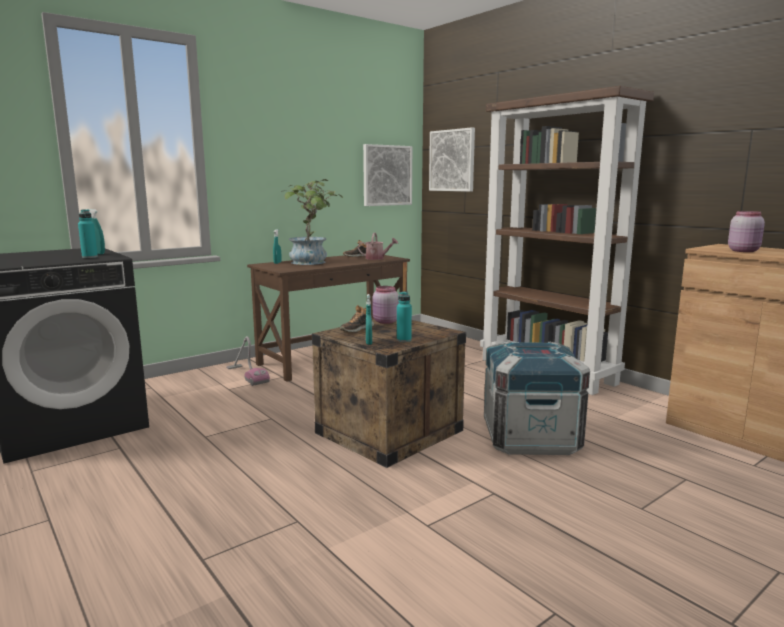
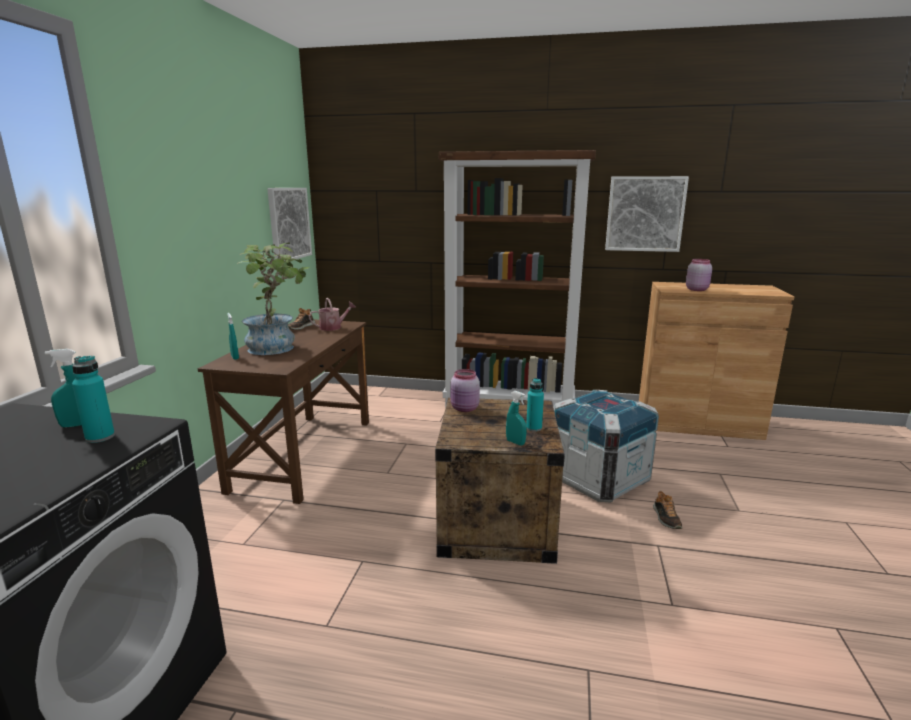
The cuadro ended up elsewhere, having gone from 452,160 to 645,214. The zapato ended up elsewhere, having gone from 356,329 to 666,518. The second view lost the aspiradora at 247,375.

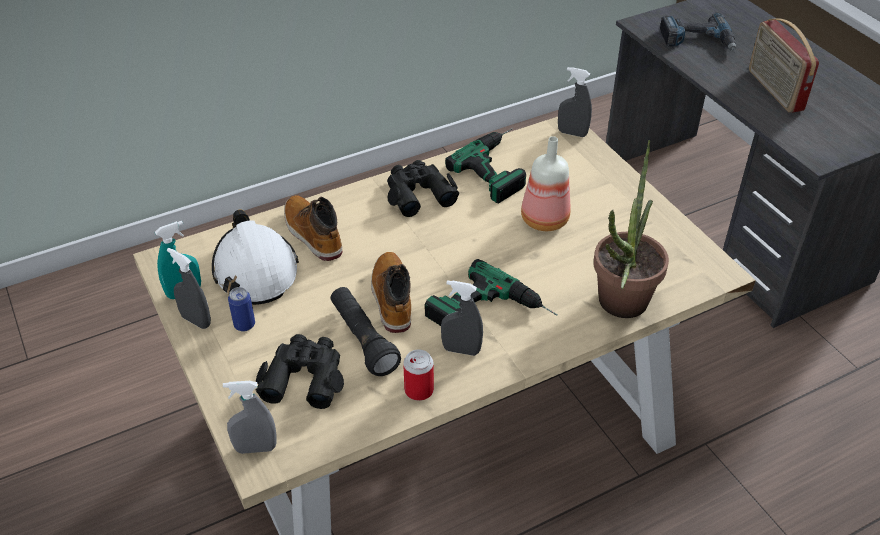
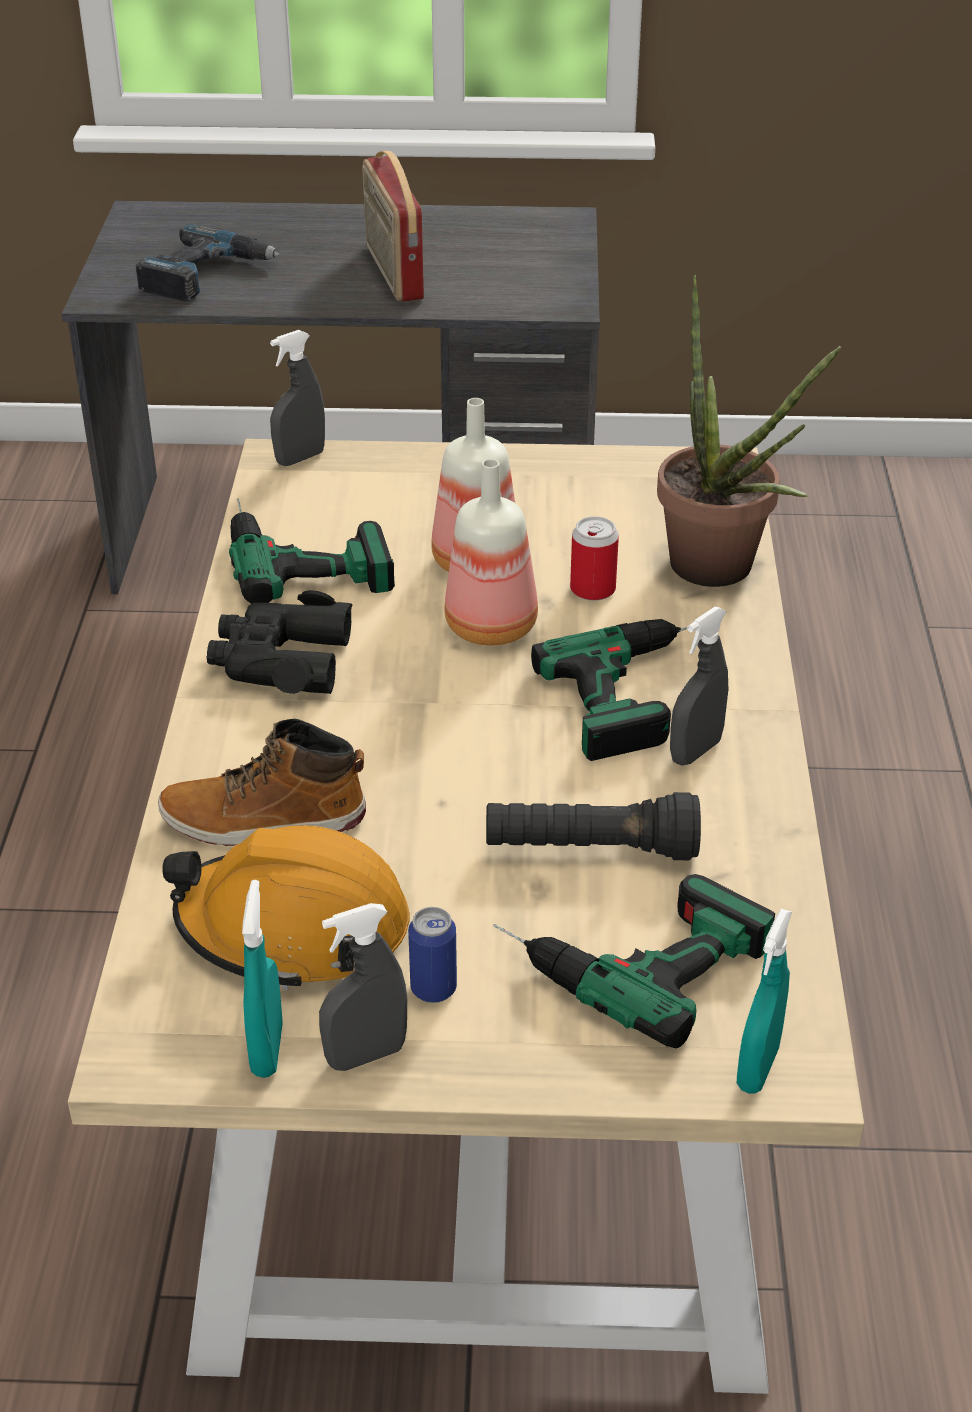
What was the casco (blanco) at 255,270 turned into the casco (naranja) at 293,927. The radio at 774,90 ended up facing another way, 60 degrees clockwise from before. The second view gained the botella at 492,625. Where the prismáticos (negro) stood at 304,377, the taladro came to stand at 627,950. The lata ended up elsewhere, having gone from 419,390 to 592,589. What was the pulverizador (gris) at 255,448 turned into the pulverizador (turquesa) at 757,1068. The second view lost the bota at 391,298.

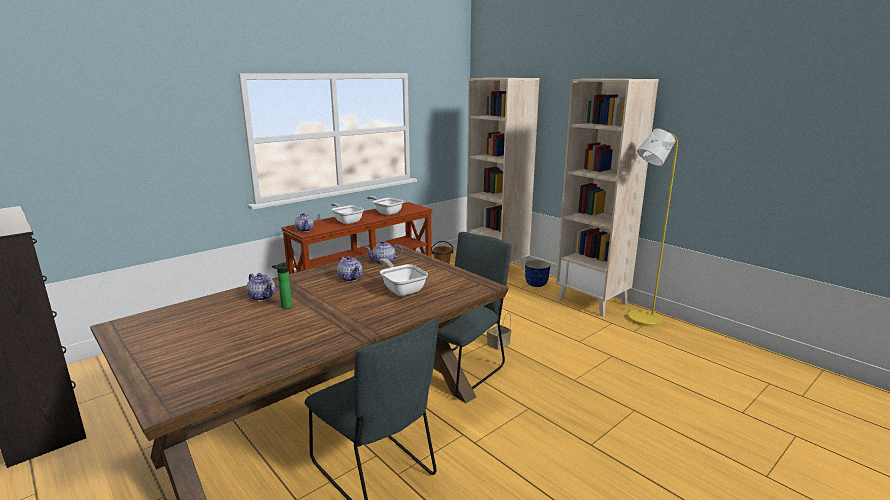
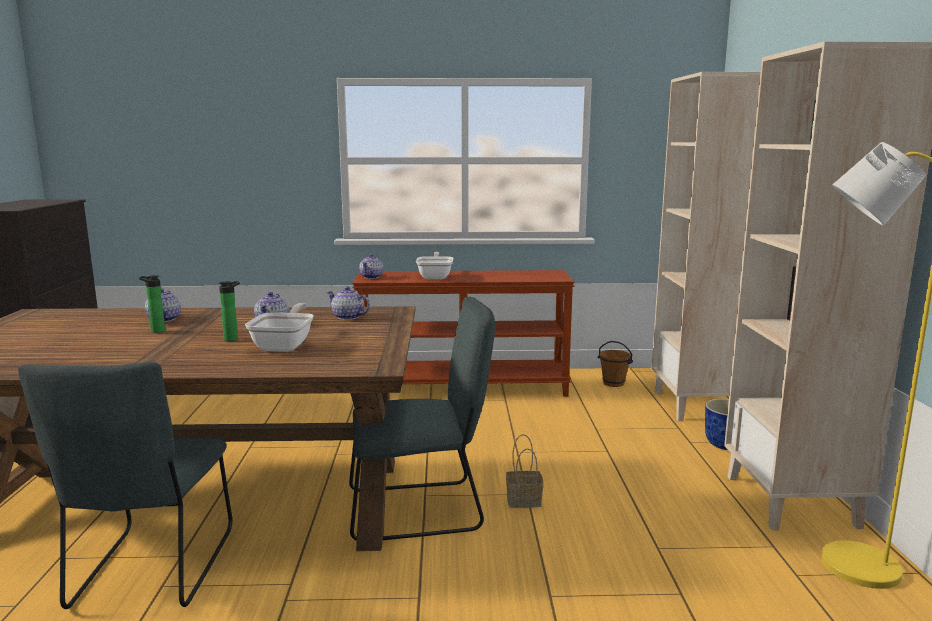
The second view gained the botella at 233,339. The second view lost the sartén at 386,212.

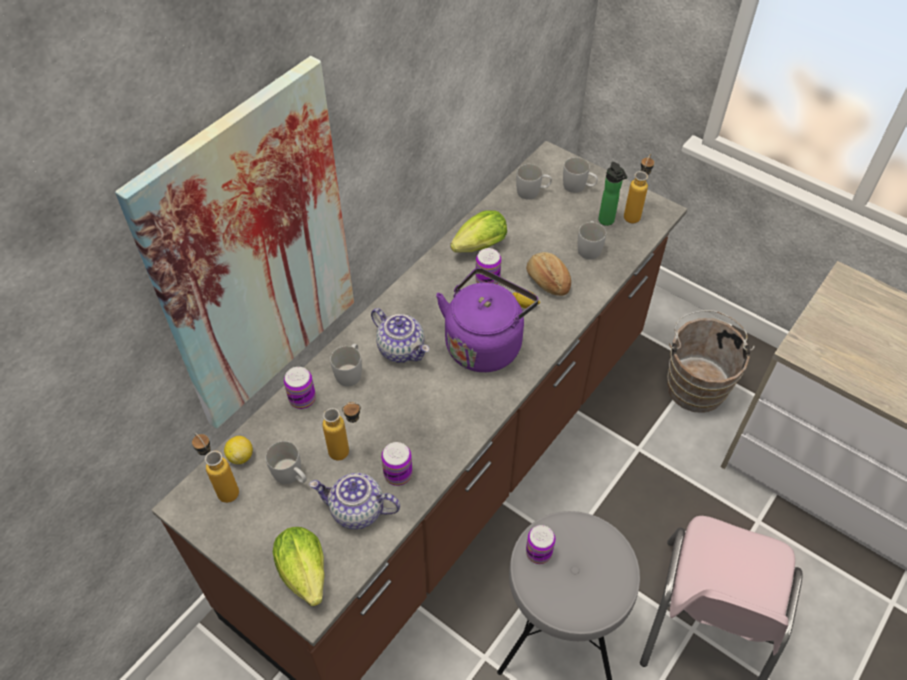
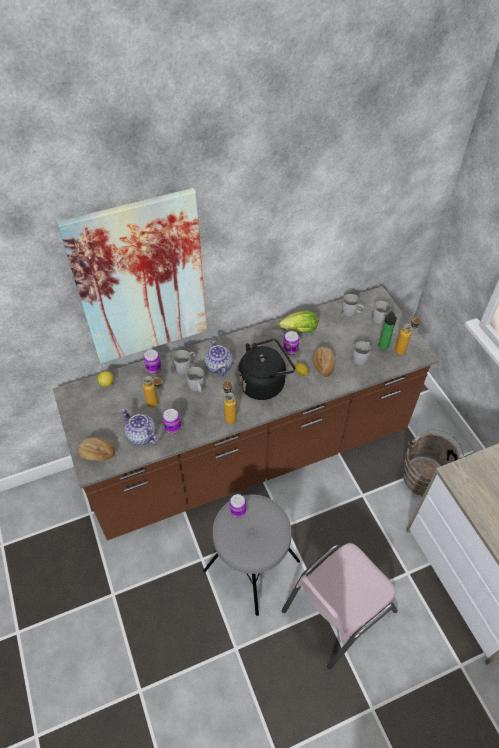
Where the lechuga stood at 306,577, the pan came to stand at 97,454. The taza grande (blanco) ended up elsewhere, having gone from 291,476 to 197,387. The botella ended up elsewhere, having gone from 223,488 to 229,415. What was the hervidor (morado) at 485,343 turned into the hervidor (negro) at 264,383.

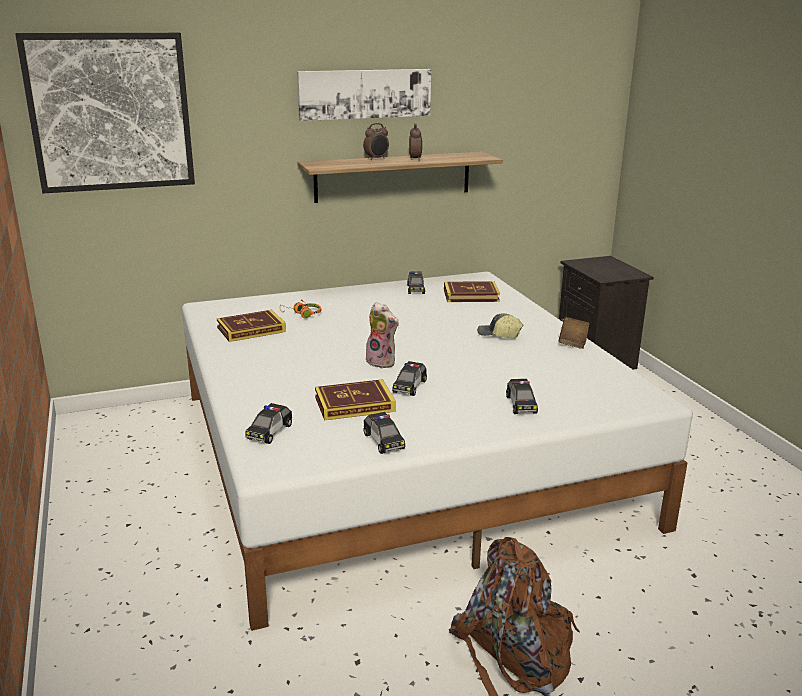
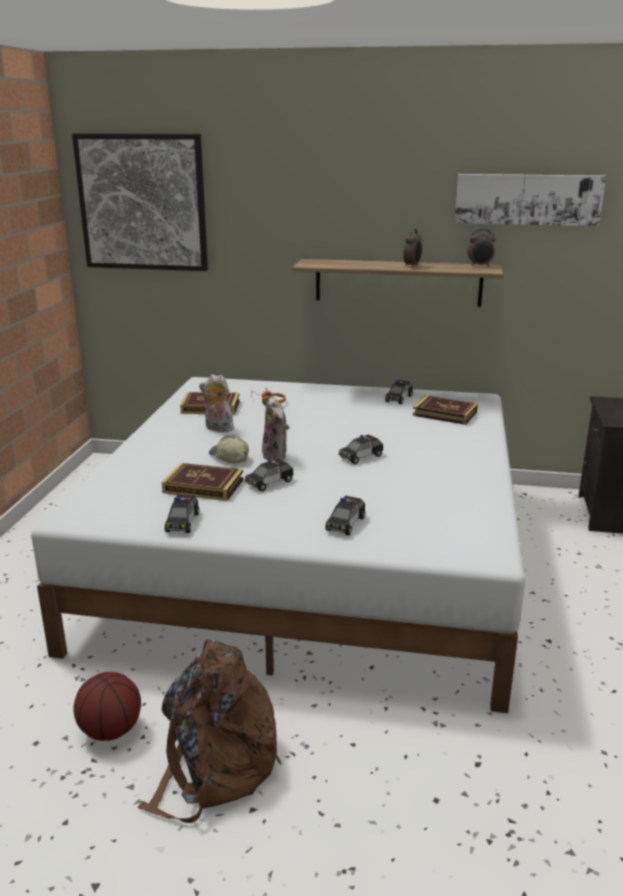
The second view gained the balón de baloncesto at 111,730. The second view gained the peluche at 217,429. The gorra ended up elsewhere, having gone from 498,335 to 228,457. The coche de juguete ended up elsewhere, having gone from 270,432 to 361,457. The cuadro ended up elsewhere, having gone from 364,94 to 527,199. The despertador ended up elsewhere, having gone from 376,159 to 480,266. The second view lost the libro (marrón) at 573,341.

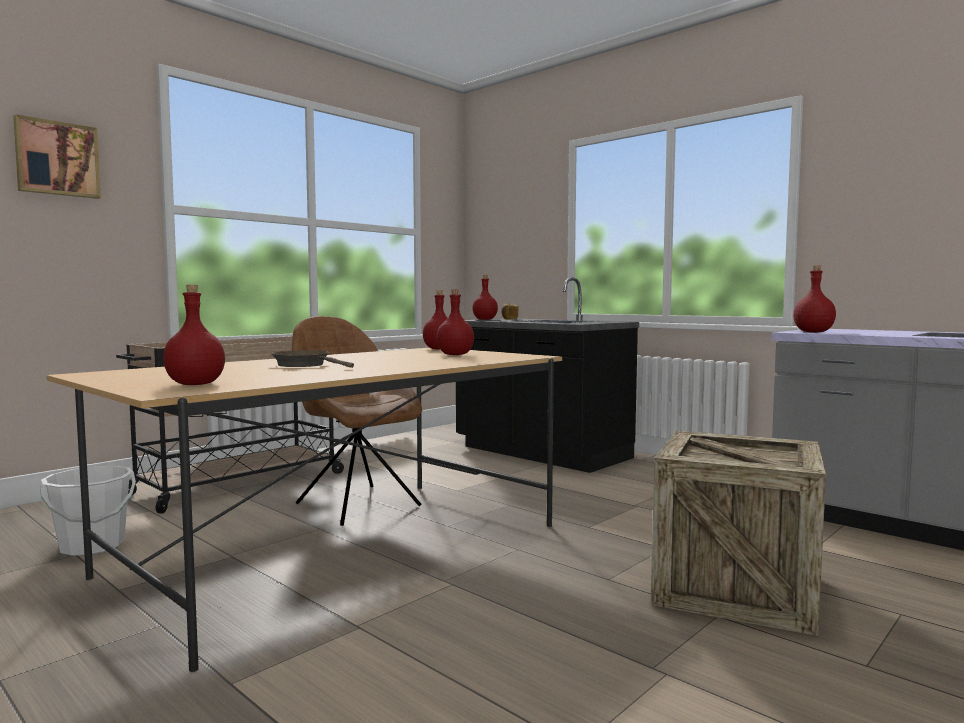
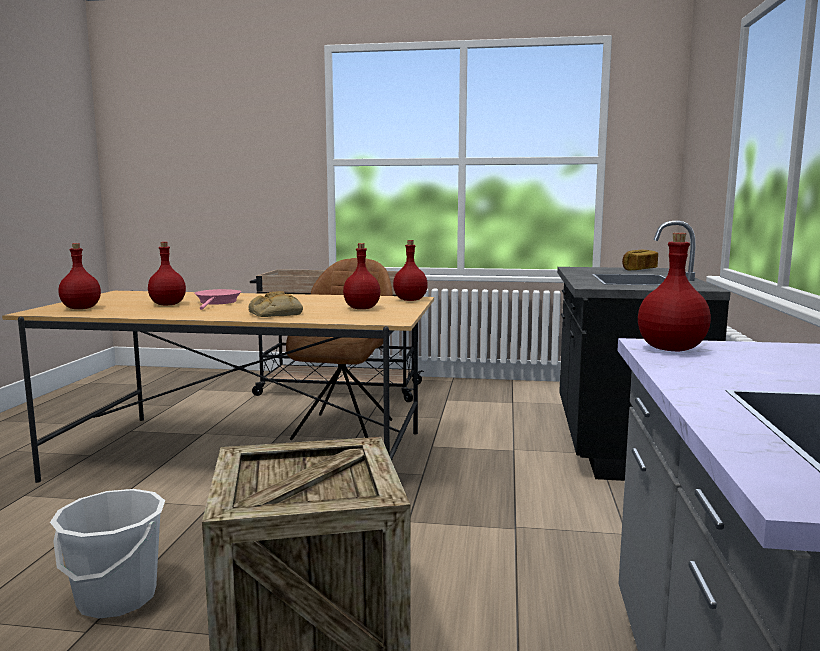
The cubo (blanco) ended up elsewhere, having gone from 92,546 to 116,598. The botella (rojo) ended up elsewhere, having gone from 485,319 to 167,305. What was the sartén (marrón) at 305,365 turned into the sartén (rosa) at 217,302. The second view gained the pan at 275,314. The second view lost the cuadro at 57,159.

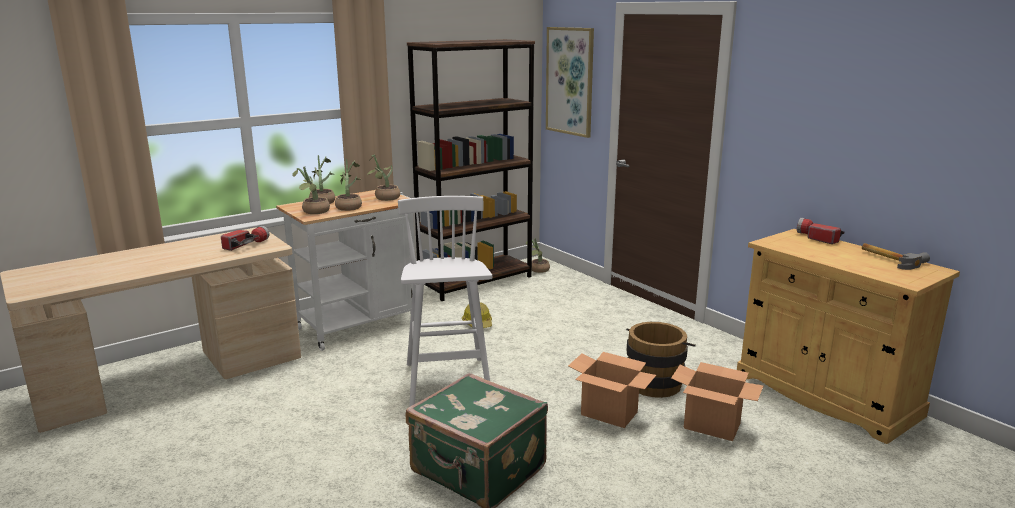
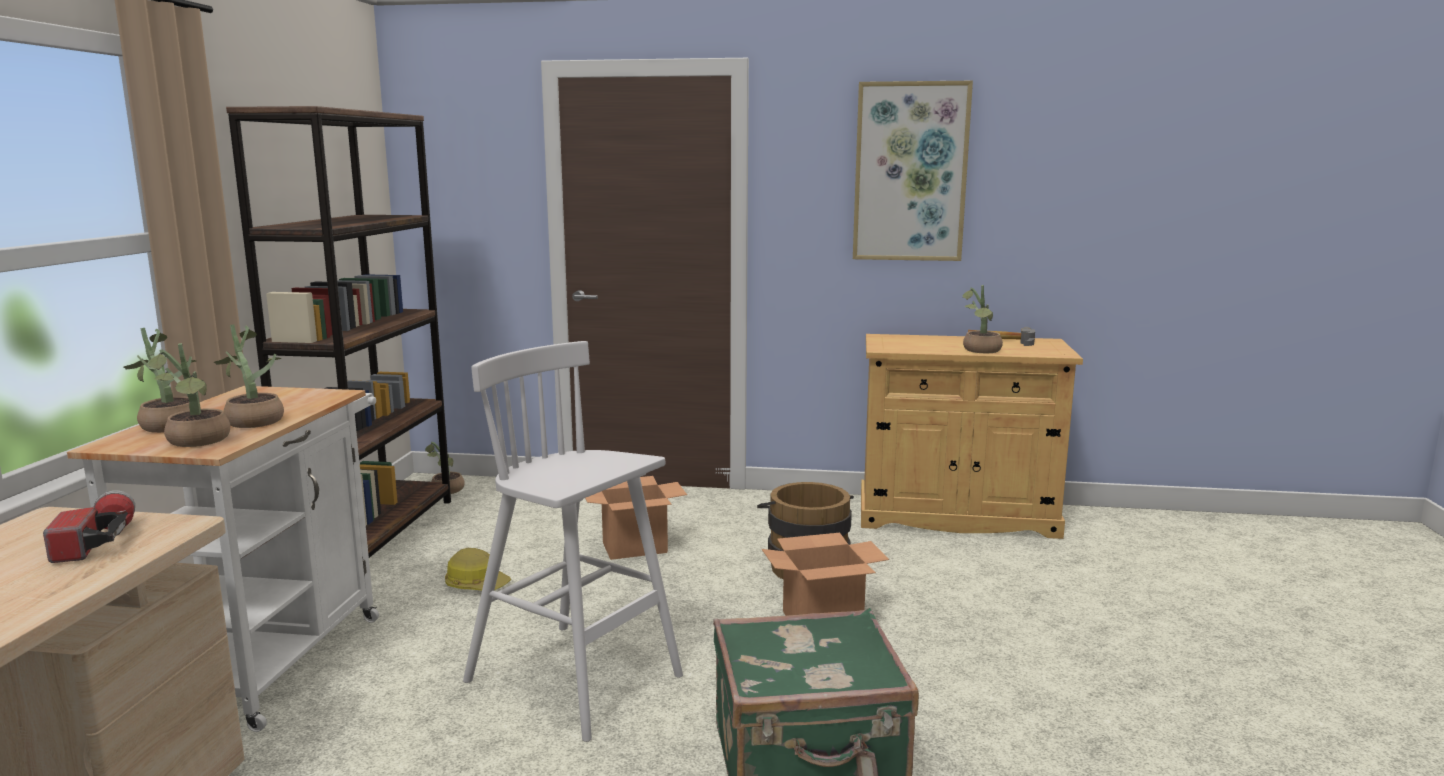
The caja de cartón ended up elsewhere, having gone from 712,426 to 635,547. The cuadro ended up elsewhere, having gone from 570,81 to 910,172. The planta en maceta ended up elsewhere, having gone from 384,198 to 980,351. The second view lost the linterna at 816,238.

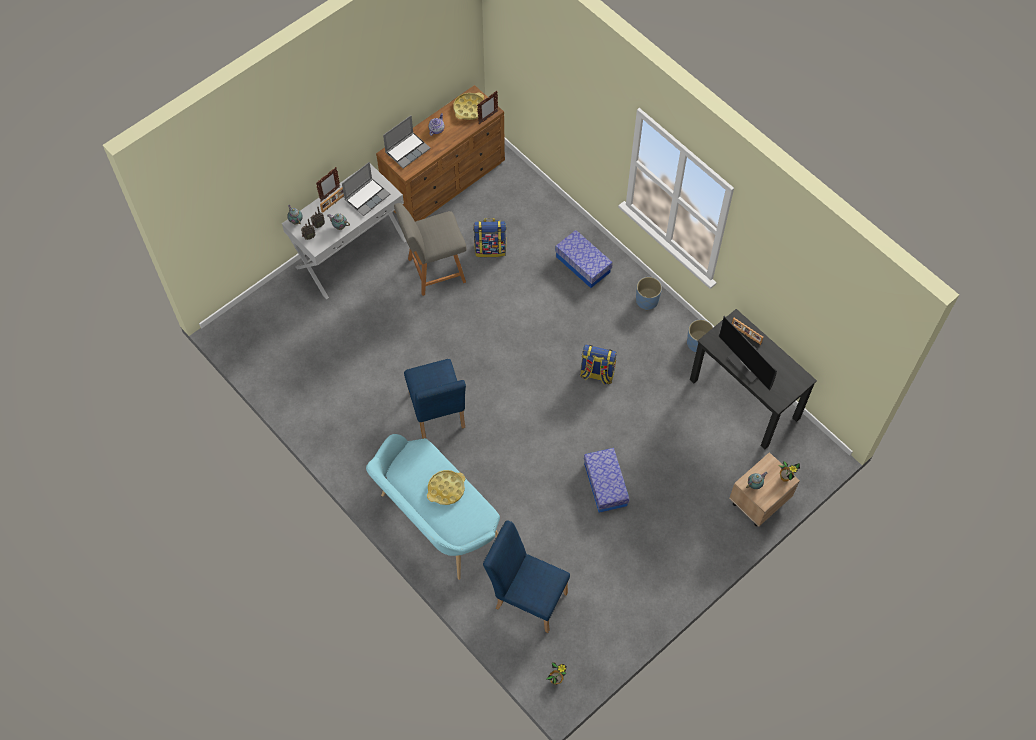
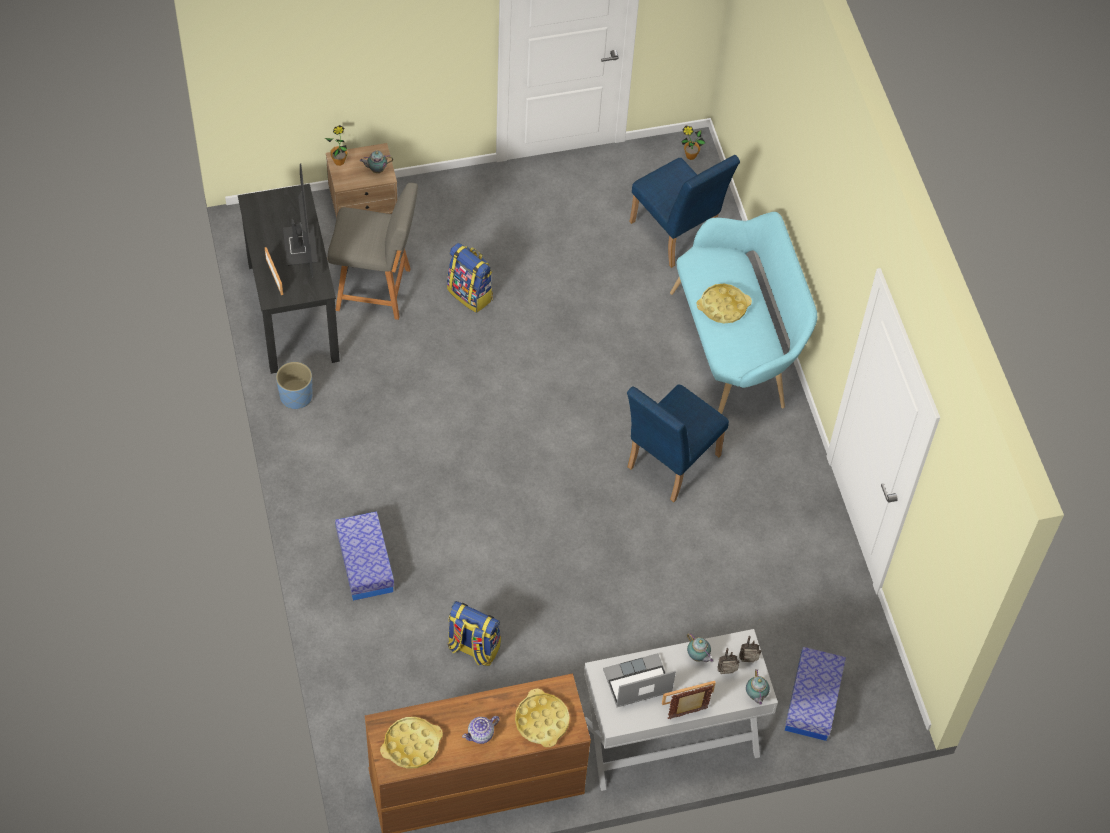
The silla (gris) ended up elsewhere, having gone from 434,271 to 376,290. The mochila ended up elsewhere, having gone from 596,374 to 471,294. Where the portátil stood at 407,150, the bandeja (amarillo) came to stand at 541,721. The silla (azul) at 437,415 ended up facing another way, 150 degrees counterclockwise from before. The caja de almacenaje ended up elsewhere, having gone from 605,484 to 812,701. The second view lost the portarretratos at 487,118. The second view lost the maceta (azul) at 647,300.

